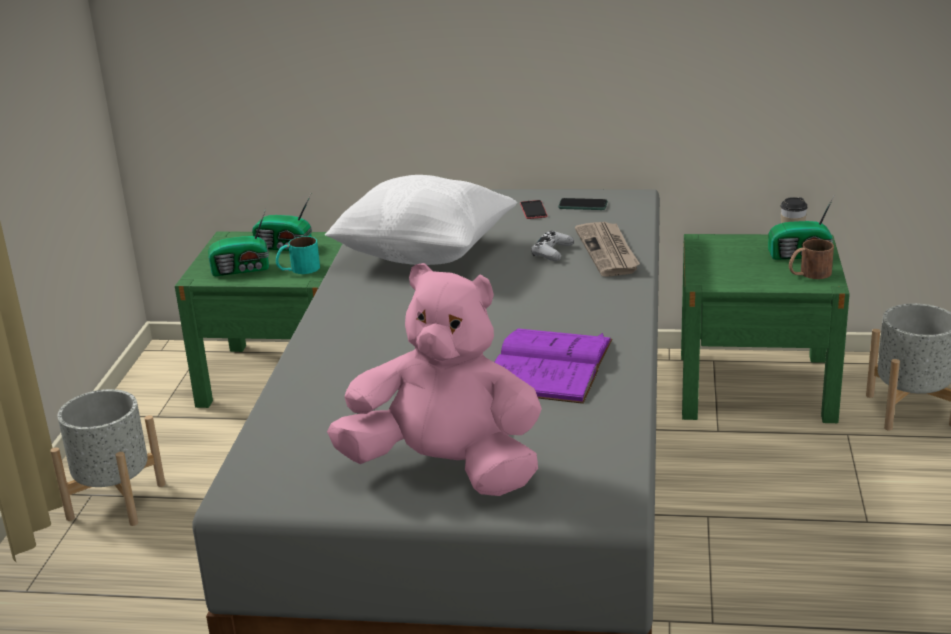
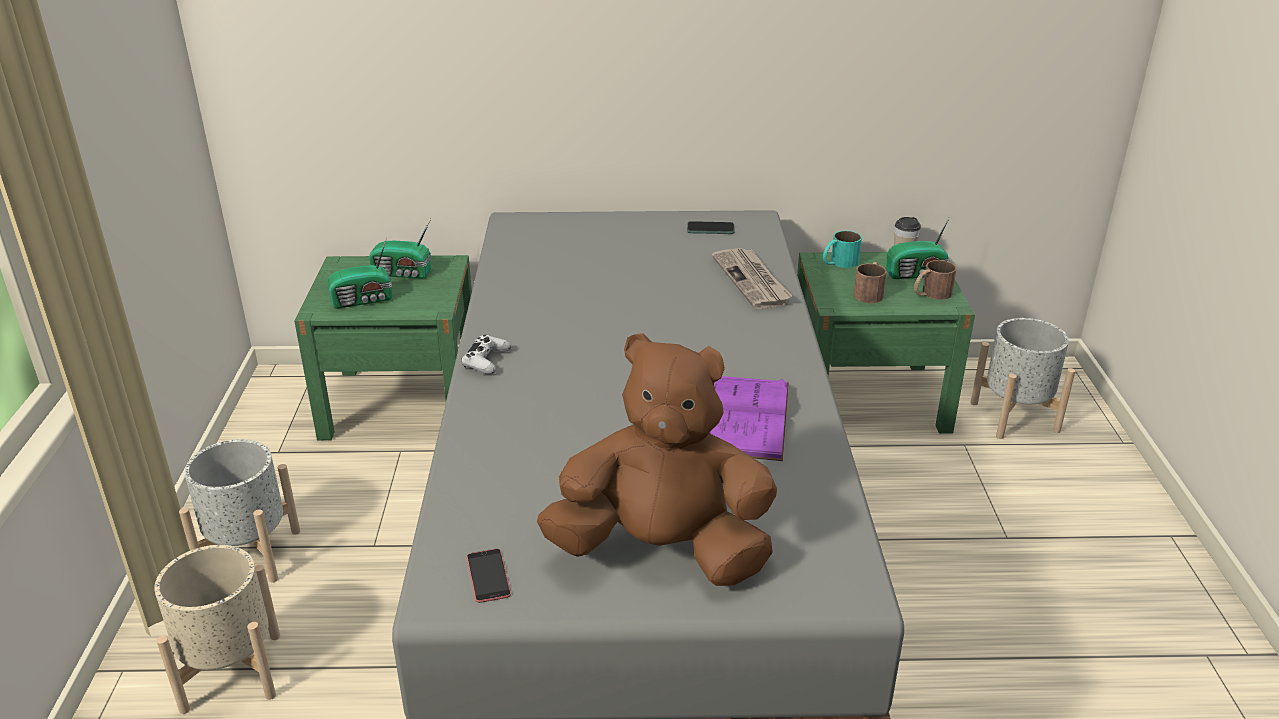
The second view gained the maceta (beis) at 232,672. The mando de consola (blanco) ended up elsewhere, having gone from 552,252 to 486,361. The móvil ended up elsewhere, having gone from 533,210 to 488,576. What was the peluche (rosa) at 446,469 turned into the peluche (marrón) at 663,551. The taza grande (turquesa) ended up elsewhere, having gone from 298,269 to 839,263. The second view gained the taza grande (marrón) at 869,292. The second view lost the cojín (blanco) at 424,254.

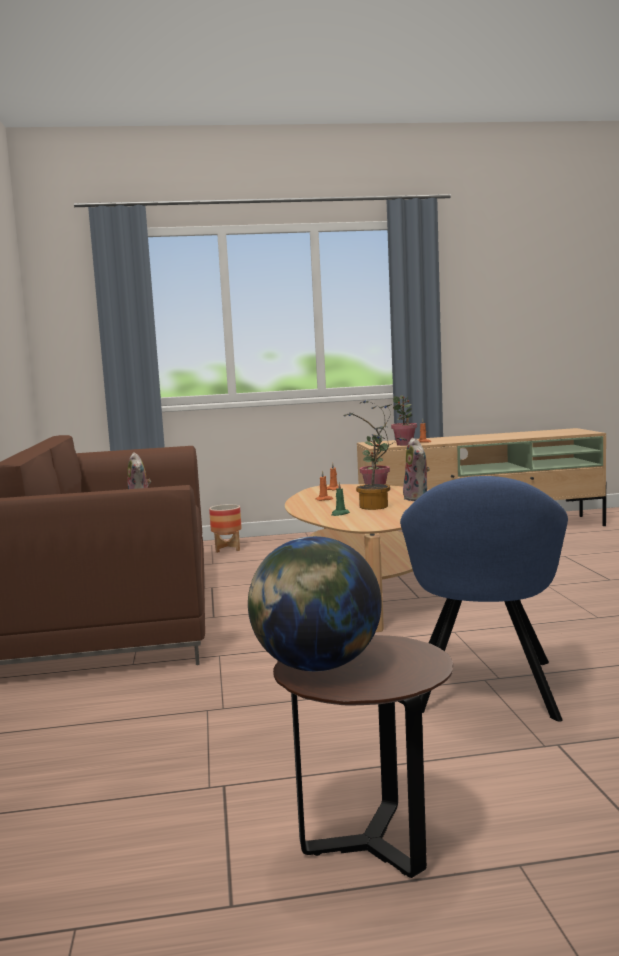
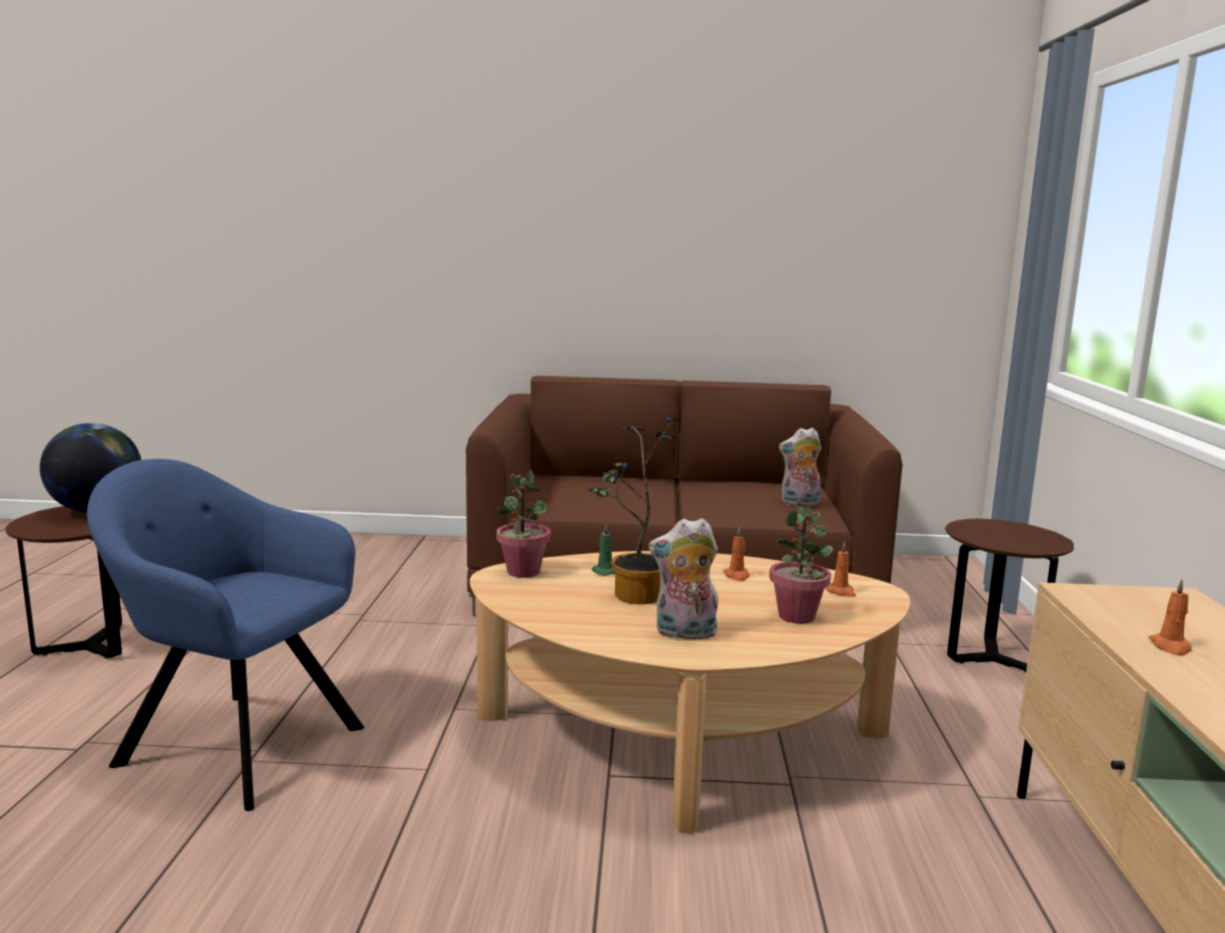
The planta en maceta ended up elsewhere, having gone from 404,444 to 523,572. Where the maceta stood at 227,549, the mesa auxiliar (marrón) came to stand at 992,658.

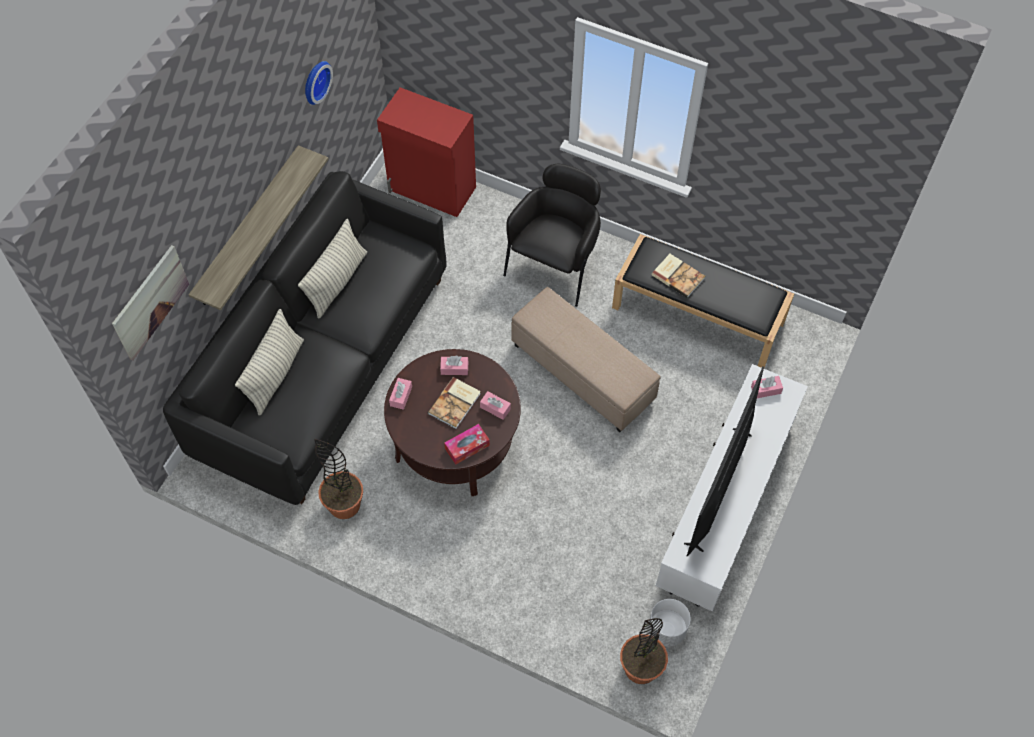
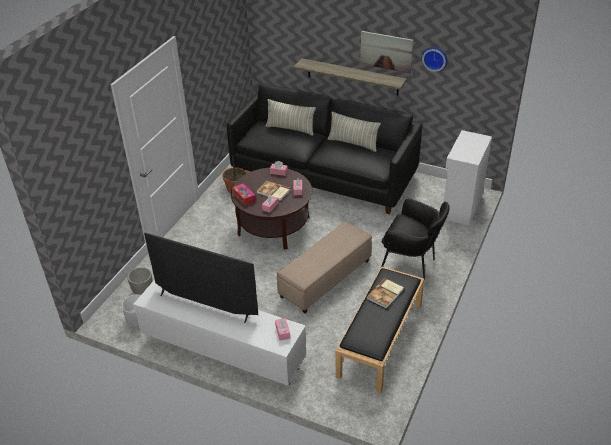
The second view gained the maceta at 143,291. The cuadro ended up elsewhere, having gone from 150,302 to 386,51. What was the armario (rojo) at 432,189 turned into the armario (blanco) at 461,207. The second view lost the planta en maceta at 641,667.

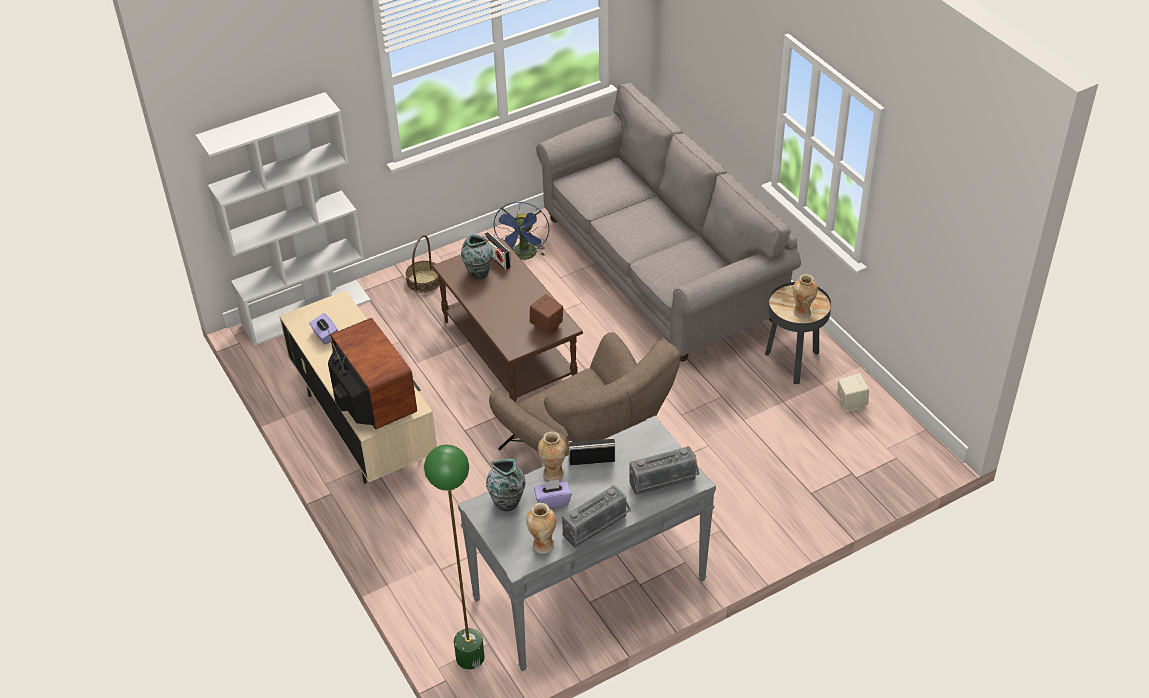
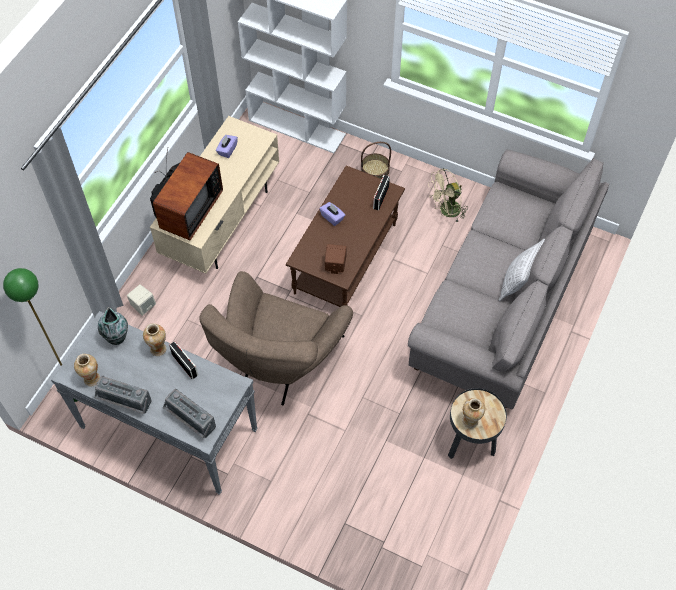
The altavoz (beis) ended up elsewhere, having gone from 850,403 to 143,306. The caja de pañuelos (morado) ended up elsewhere, having gone from 553,501 to 332,217. What was the ventilador (azul) at 524,256 turned into the ventilador (beis) at 446,211. The second view gained the cojín at 516,283. The second view lost the florero at 478,272.

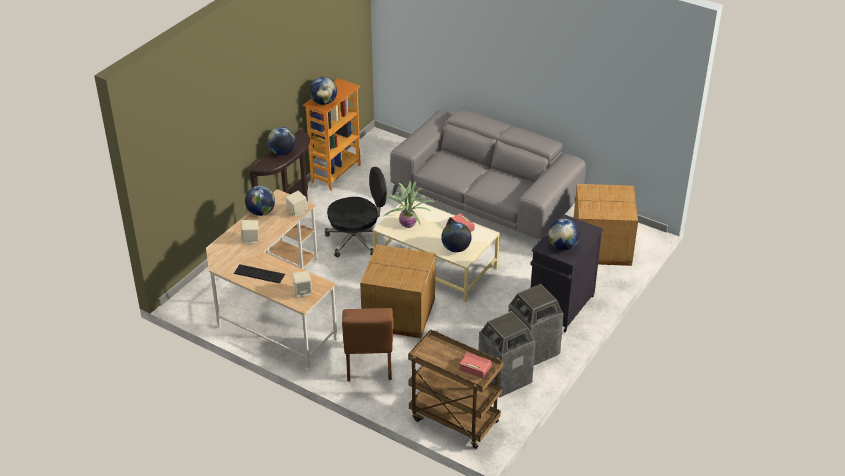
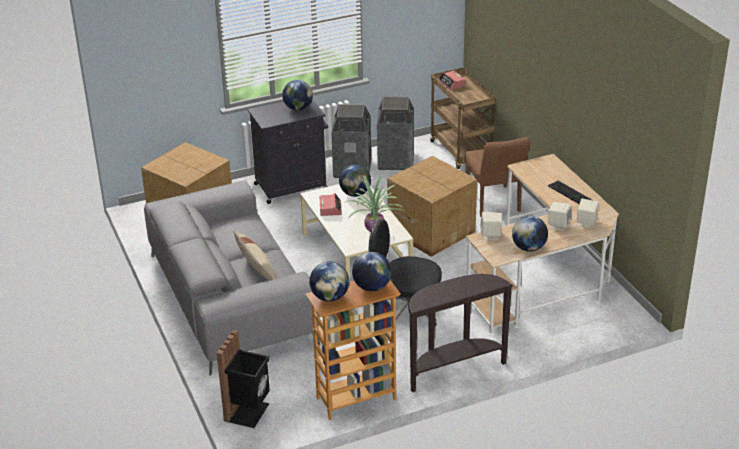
The second view gained the papelera (negro) at 249,412. The second view gained the cojín (beis) at 256,268. The globo terráqueo ended up elsewhere, having gone from 282,152 to 330,297. The silla (marrón) at 369,366 ended up facing another way, 135 degrees clockwise from before. The altavoz (beis) ended up elsewhere, having gone from 303,292 to 586,223.

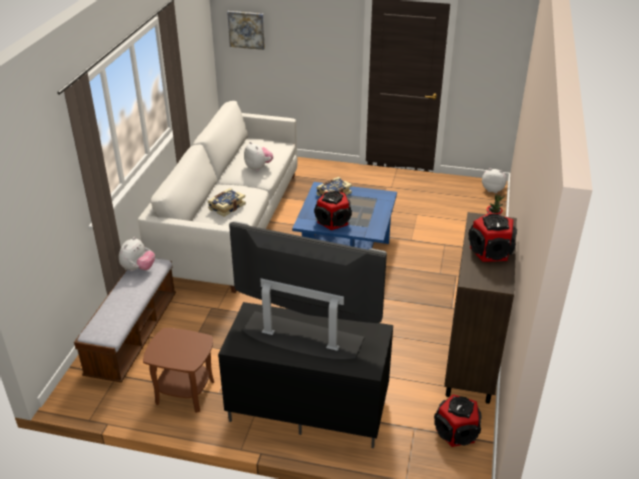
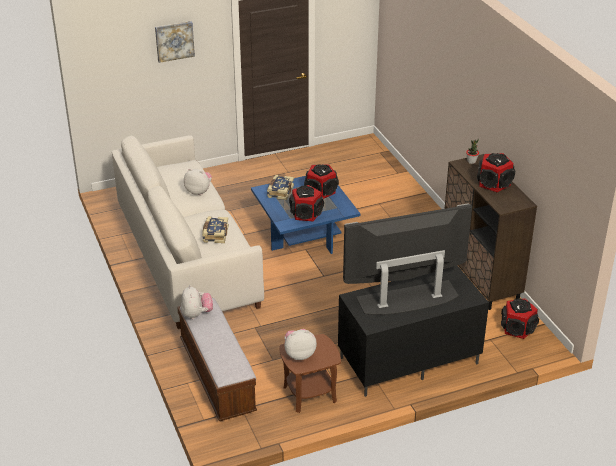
The cuadro ended up elsewhere, having gone from 246,29 to 174,41. The peluche ended up elsewhere, having gone from 493,189 to 299,354. The second view gained the altavoz at 321,191.

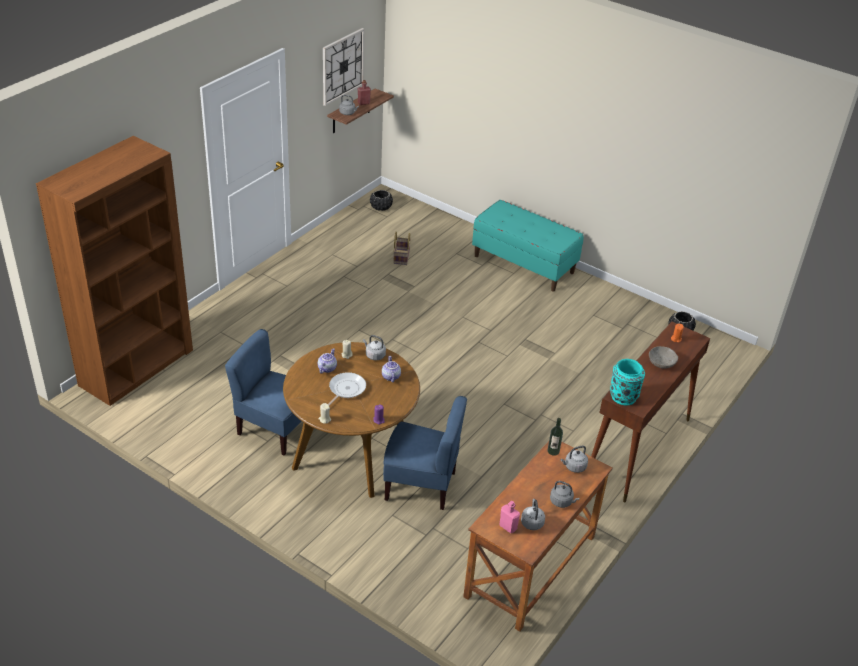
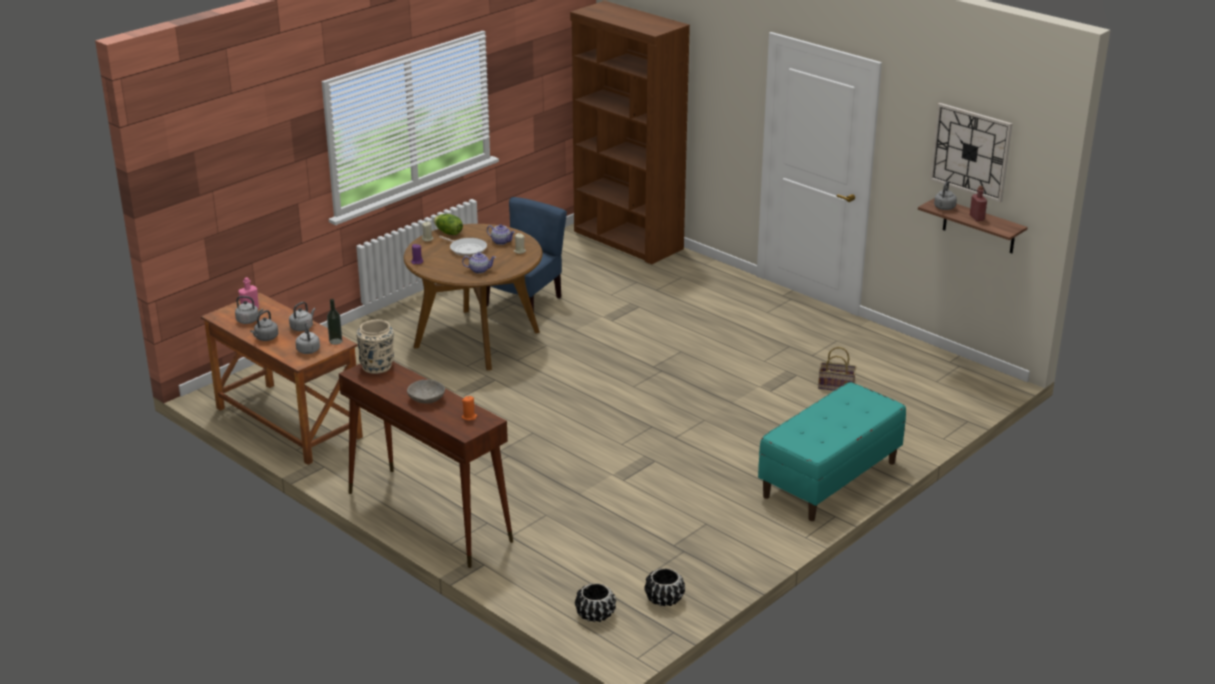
The hervidor (gris) ended up elsewhere, having gone from 374,355 to 302,327. What was the florero (turquesa) at 623,396 turned into the florero (beis) at 377,366. The second view gained the lechuga at 448,233. The maceta (negro) ended up elsewhere, having gone from 381,207 to 595,614. The second view lost the silla (azul) at 421,485.

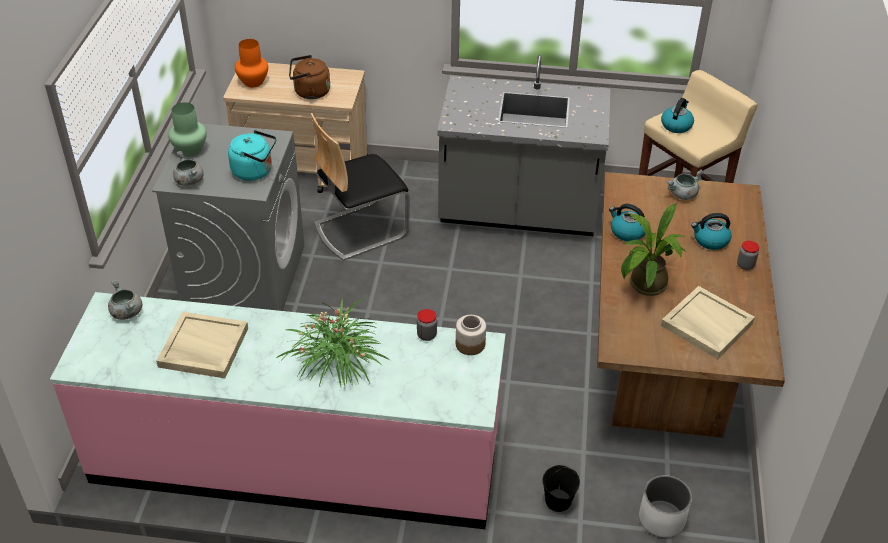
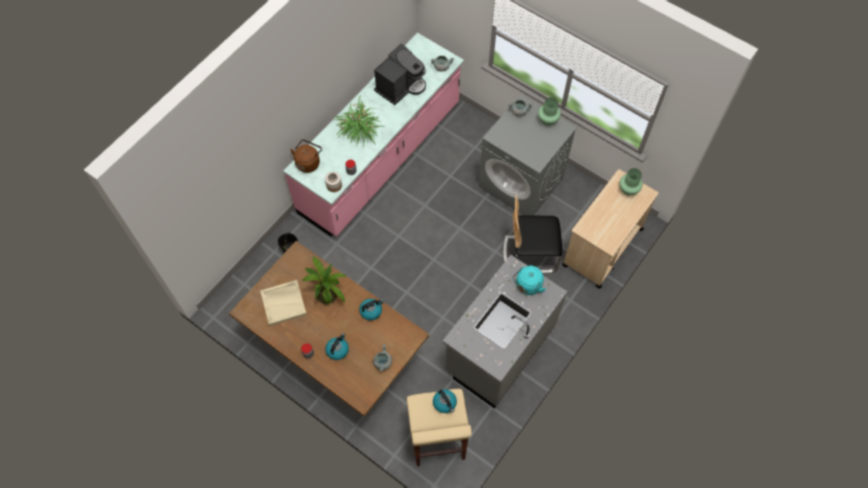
The hervidor (marrón) ended up elsewhere, having gone from 309,92 to 308,162. Where the bandeja (beis) stood at 202,348, the cafetera came to stand at 400,86. The silla at 360,229 ended up facing another way, 90 degrees counterclockwise from before. The hervidor (turquesa) ended up elsewhere, having gone from 255,171 to 527,286. What was the florero (naranja) at 253,82 turned into the florero (verde) at 628,189. The second view lost the maceta (blanco) at 661,519.

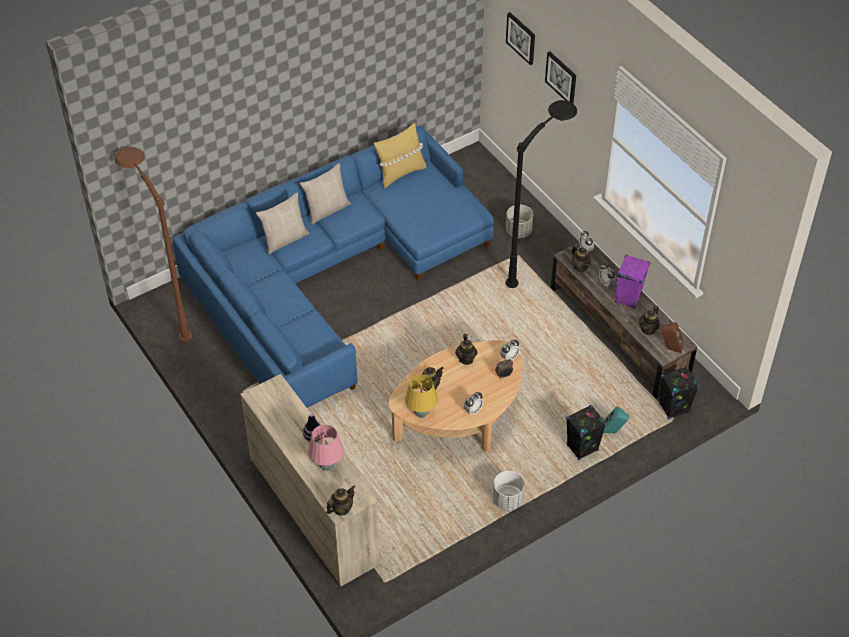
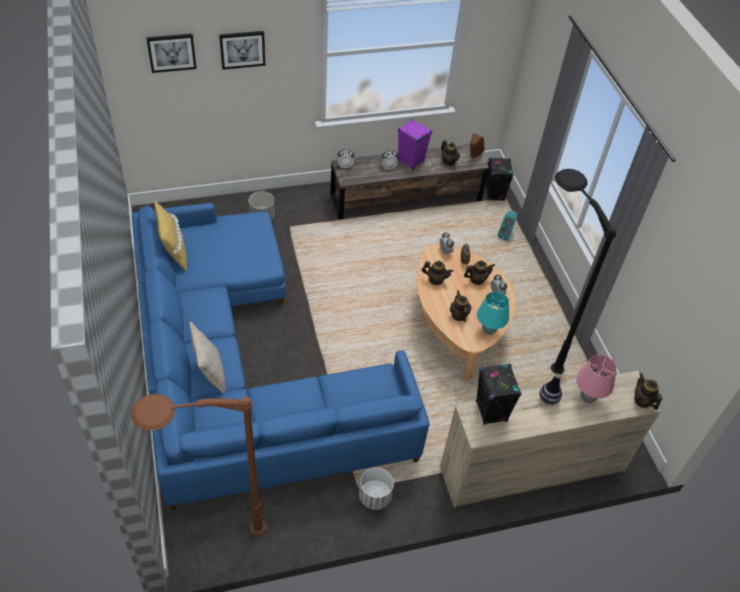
The maceta (blanco) ended up elsewhere, having gone from 507,500 to 375,497. The tetera ended up elsewhere, having gone from 580,267 to 477,279. The altavoz (negro) ended up elsewhere, having gone from 582,448 to 491,412. What was the lámpara de mesa (amarillo) at 421,413 turned into the lámpara de mesa (turquesa) at 488,331. The lámpara de pie (negro) ended up elsewhere, having gone from 538,262 to 533,338. The second view lost the cojín (beis) at 327,210.

